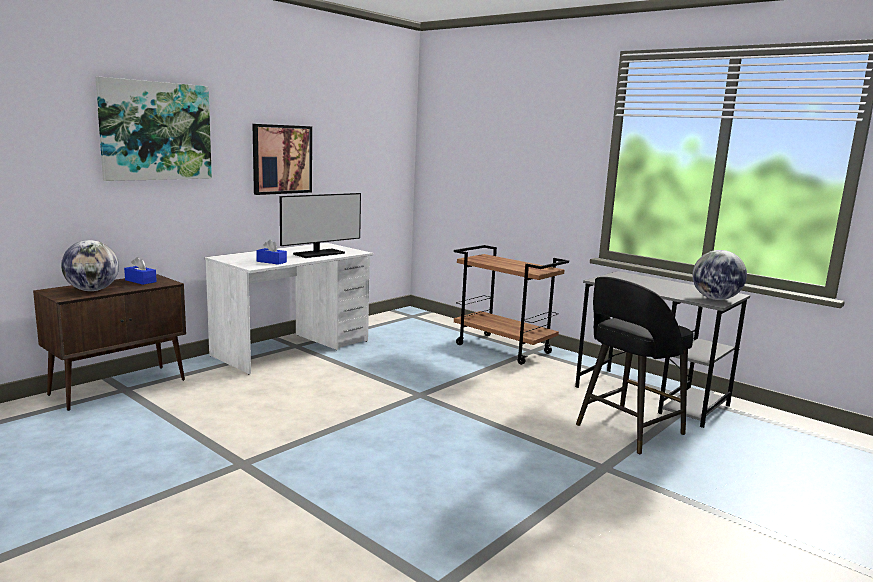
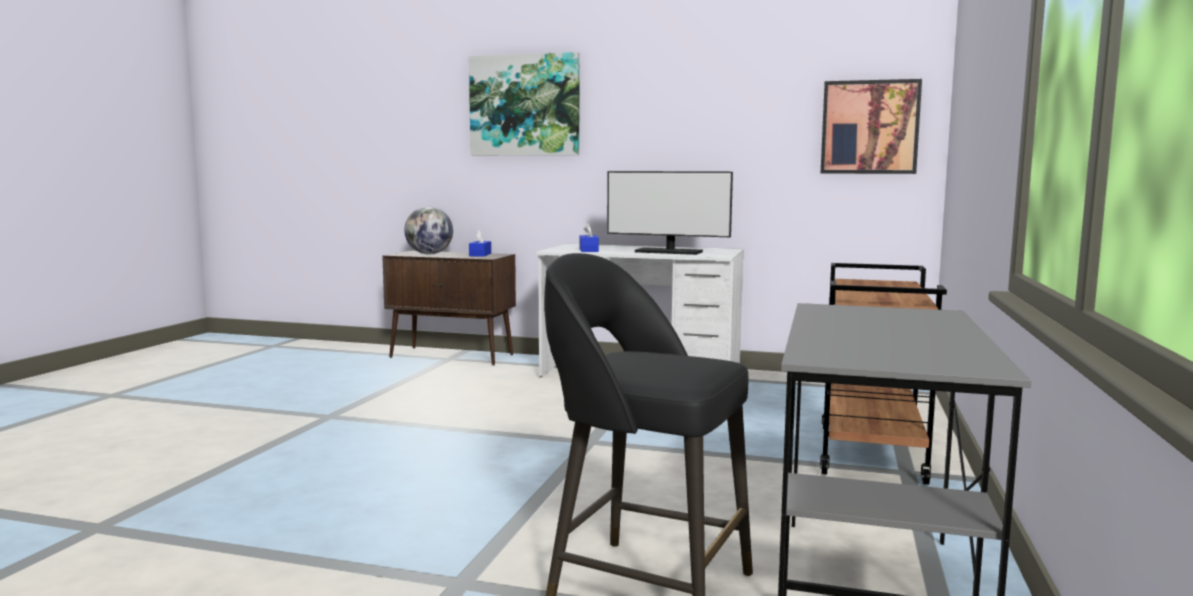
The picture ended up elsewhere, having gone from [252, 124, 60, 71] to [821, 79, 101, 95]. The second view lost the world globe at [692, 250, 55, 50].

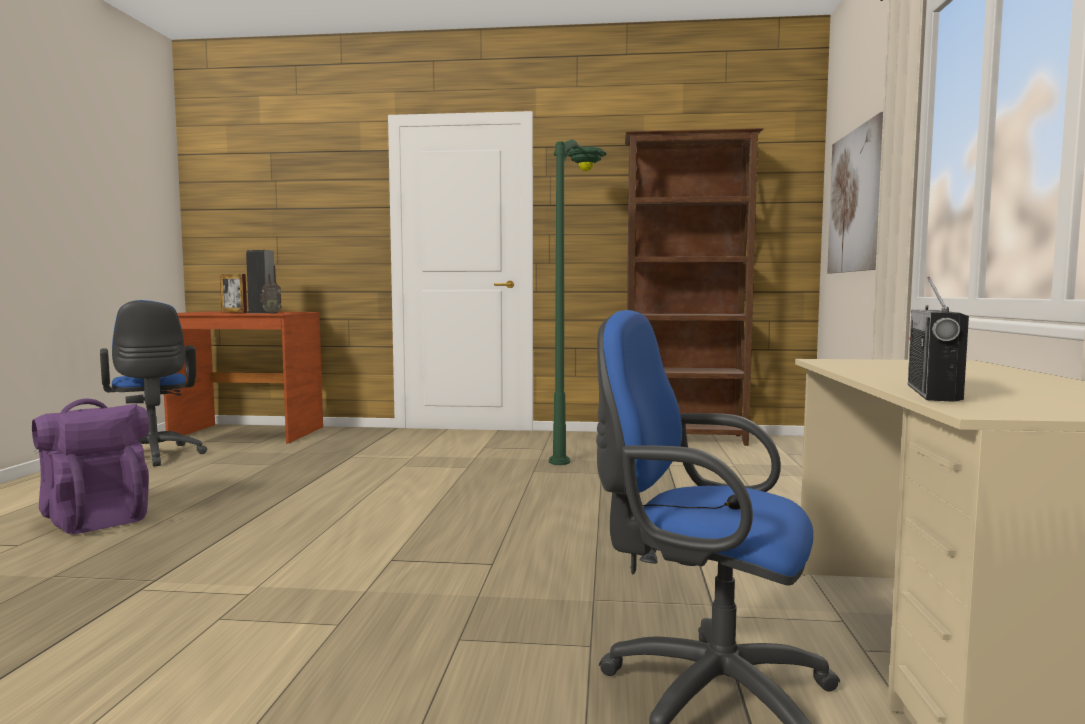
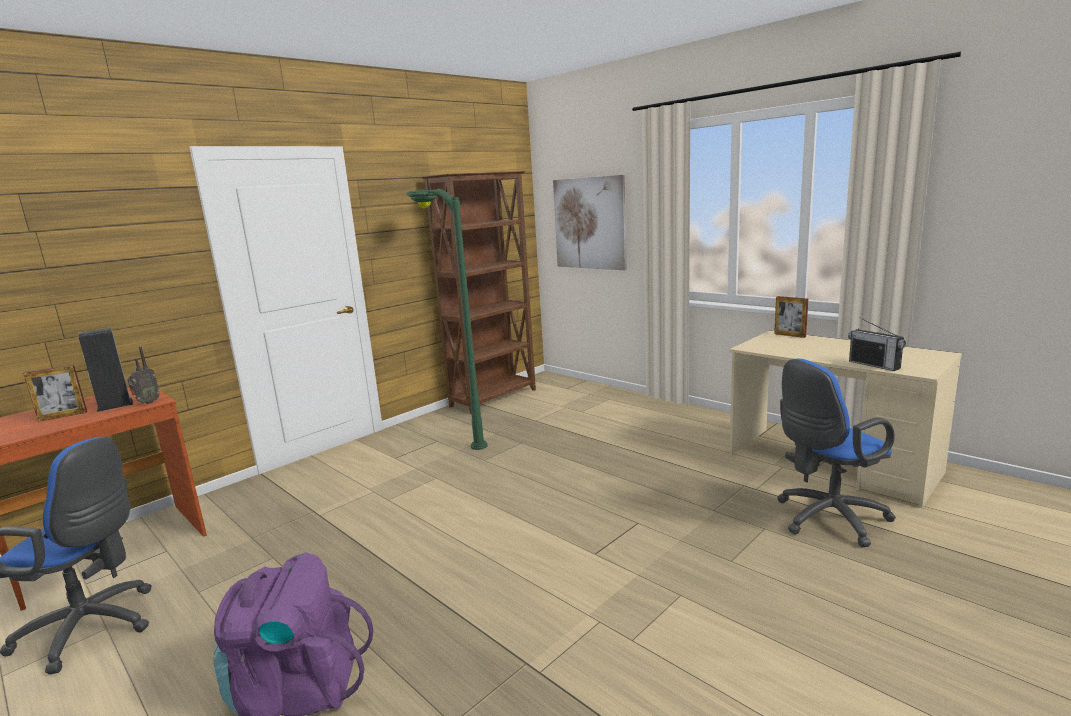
The second view gained the picture frame at [774, 296, 34, 42].

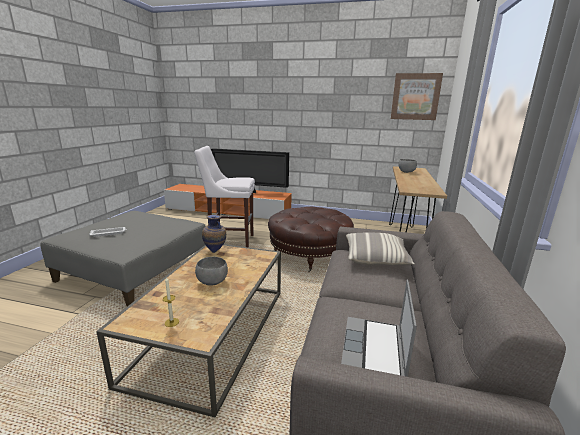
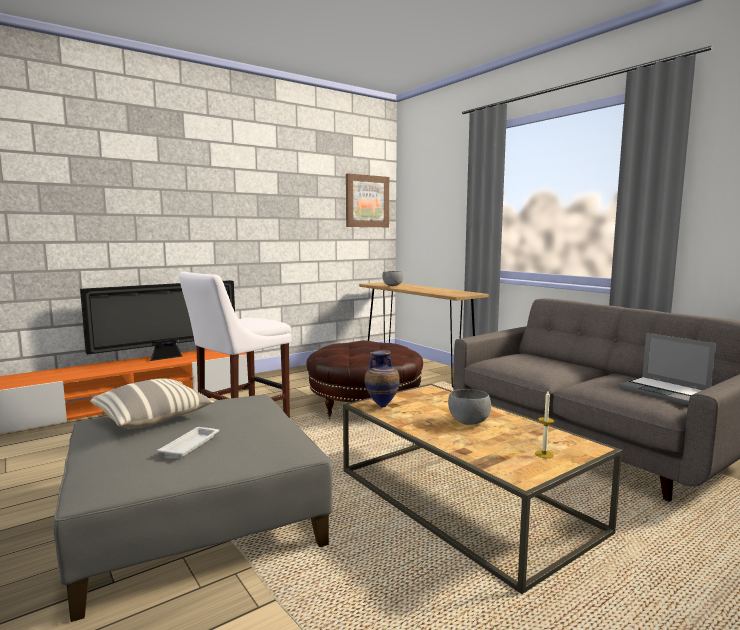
The cushion ended up elsewhere, having gone from [346, 232, 69, 33] to [90, 378, 124, 51].

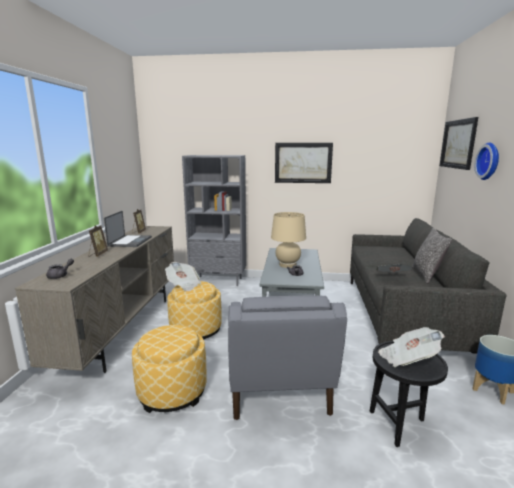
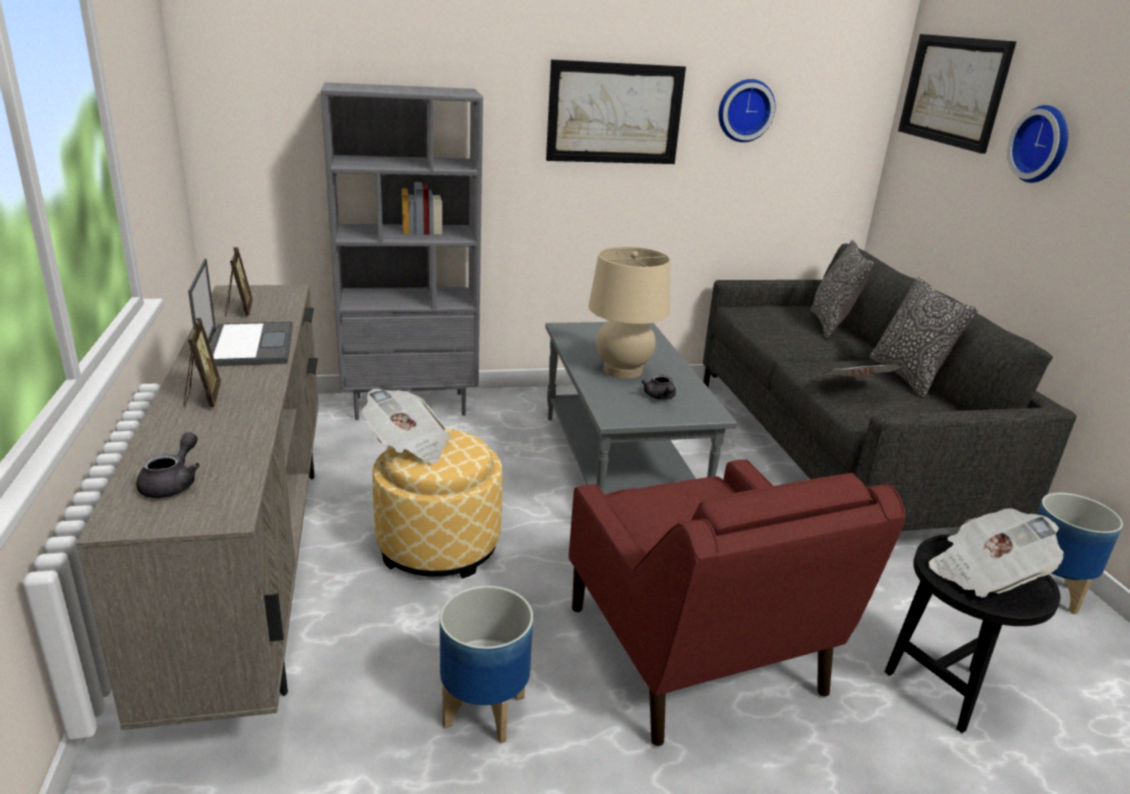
Where the ottoman stood at [132, 325, 74, 88], the flower pot came to stand at [440, 586, 93, 157]. What was the armchair (grey) at [228, 296, 119, 124] turned into the armchair (red) at [569, 459, 337, 287]. The second view gained the clock on the wall at [719, 79, 56, 63]. The second view gained the cushion at [810, 240, 64, 99].

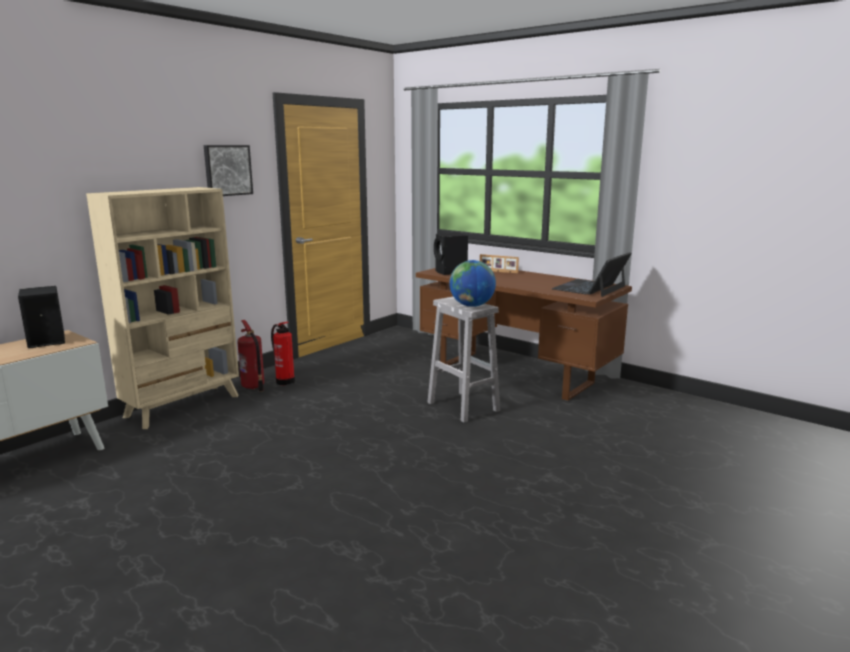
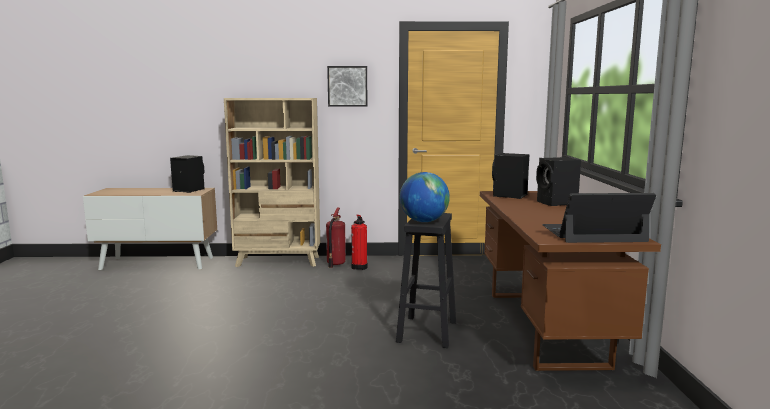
What was the stool (whitish) at [427, 297, 73, 126] turned into the stool (black) at [396, 213, 60, 135]. Where the picture frame stood at [480, 254, 39, 20], the speaker (black) came to stand at [536, 157, 45, 49].

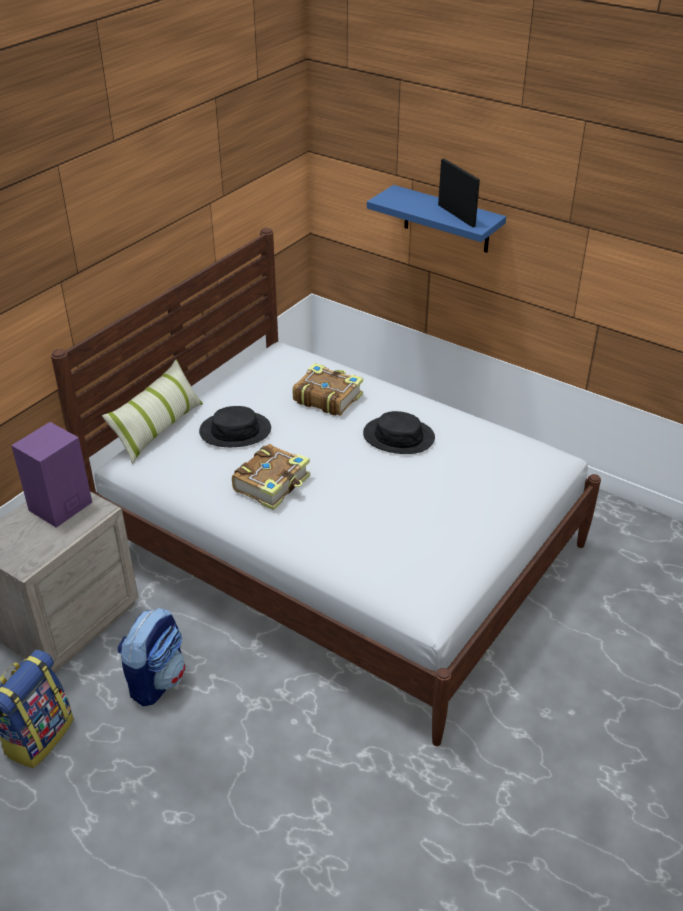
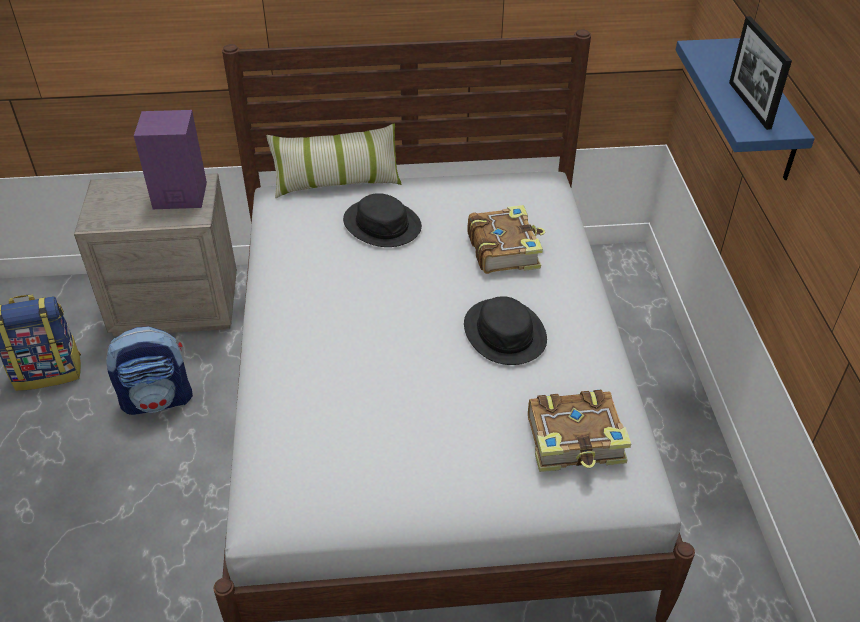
The volume ended up elsewhere, having gone from [232, 444, 78, 66] to [528, 390, 103, 82]. The picture frame at [438, 159, 42, 68] ended up facing another way, 150 degrees clockwise from before.

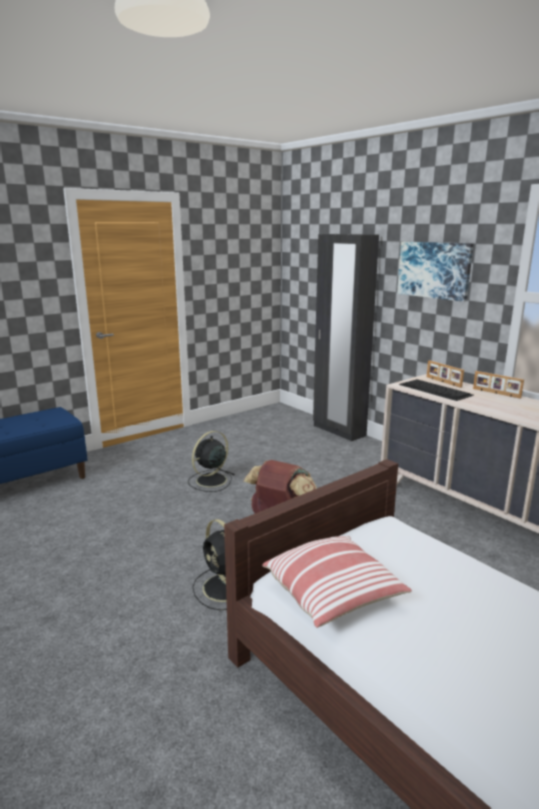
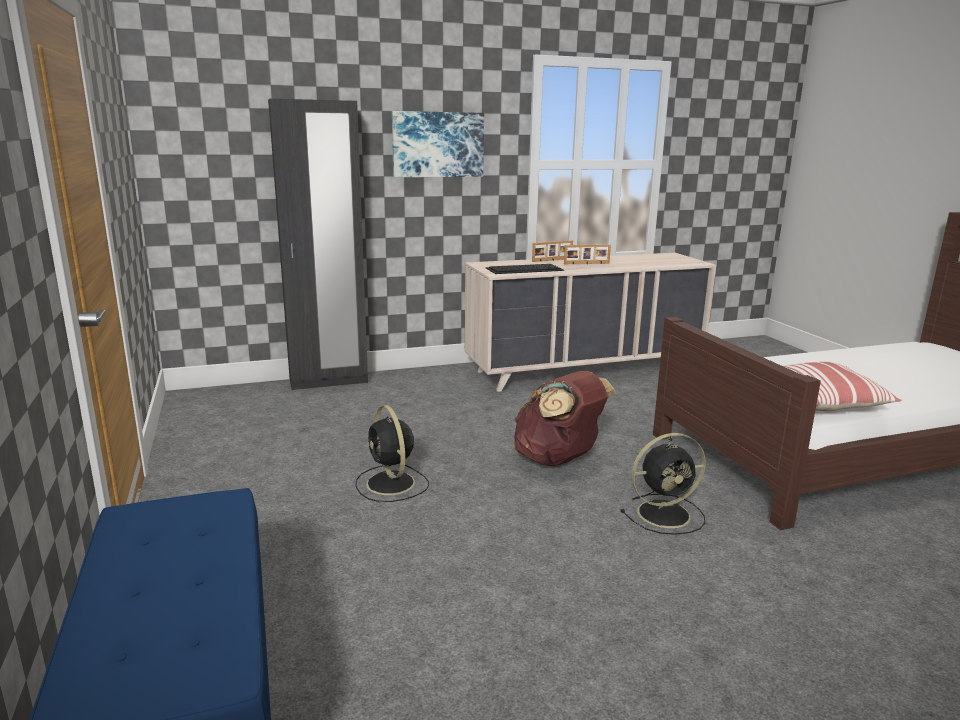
The picture frame ended up elsewhere, having gone from [427, 360, 37, 28] to [564, 244, 47, 20].

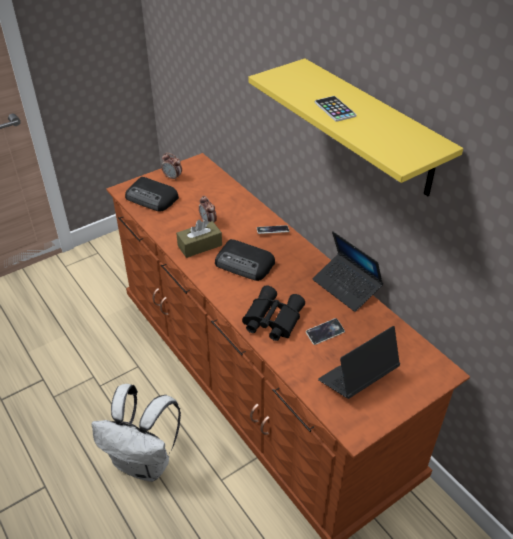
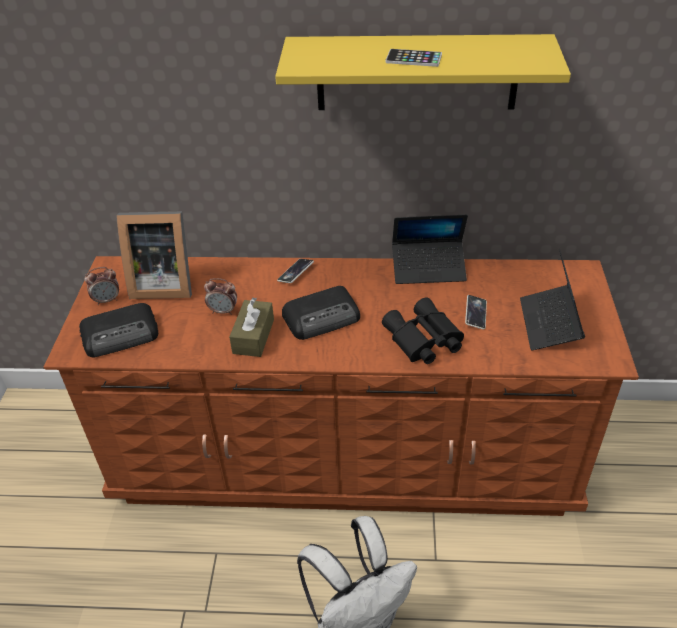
The second view gained the picture frame at [116, 211, 76, 88].

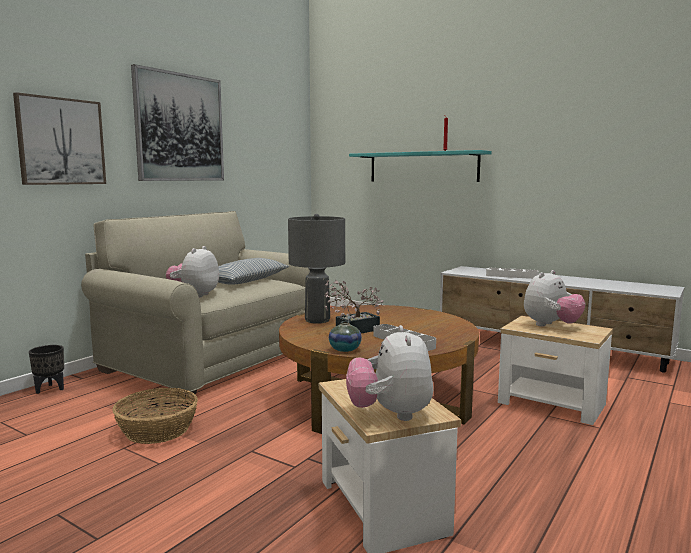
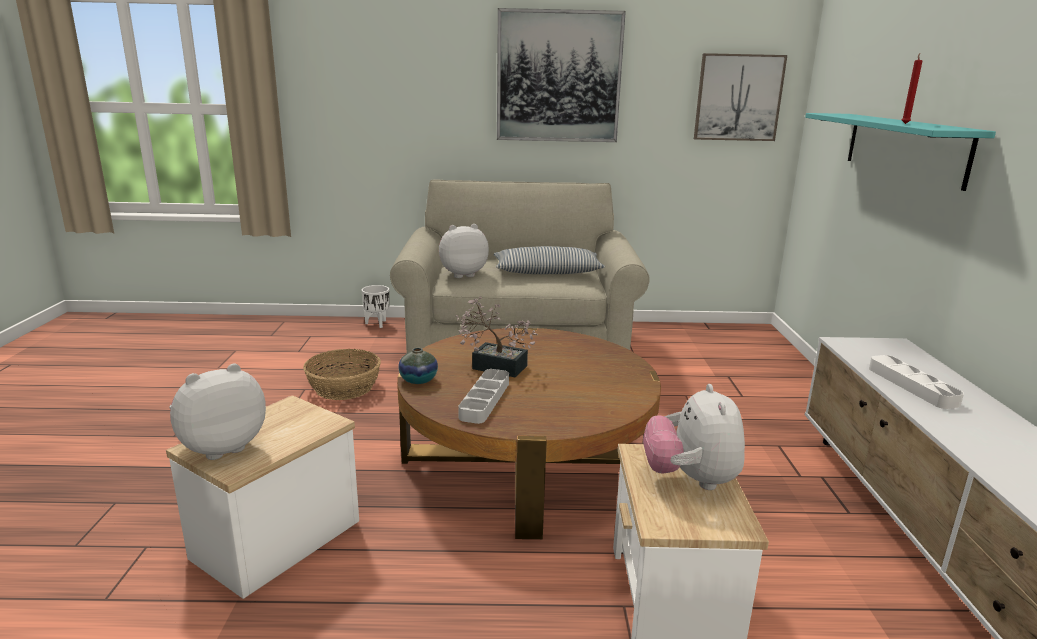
The picture ended up elsewhere, having gone from [13, 92, 93, 93] to [694, 53, 93, 88]. What was the flower pot (black) at [29, 345, 35, 49] turned into the flower pot (whitish) at [362, 285, 27, 43]. The second view lost the tabletop lamp (grey) at [288, 214, 57, 110]. The plush toy at [524, 270, 61, 56] ended up facing another way, 75 degrees clockwise from before.

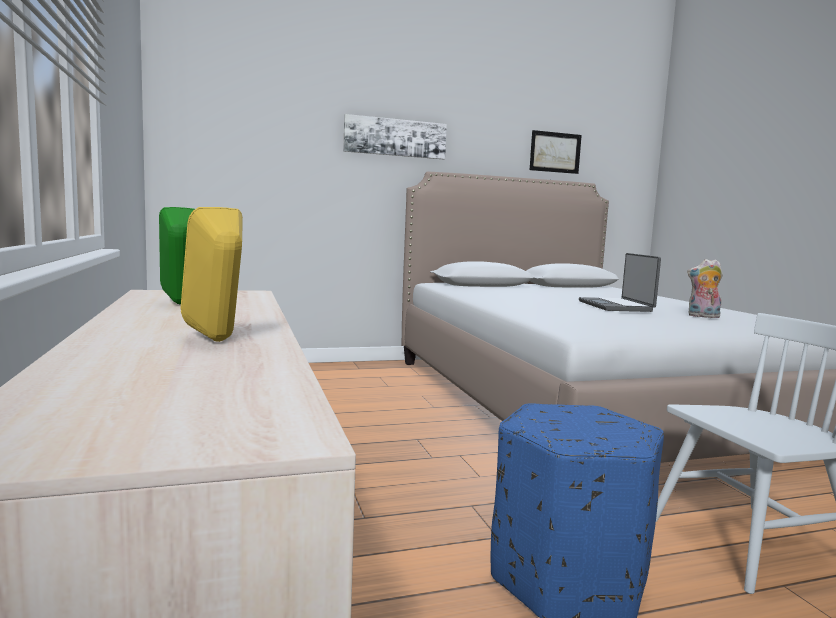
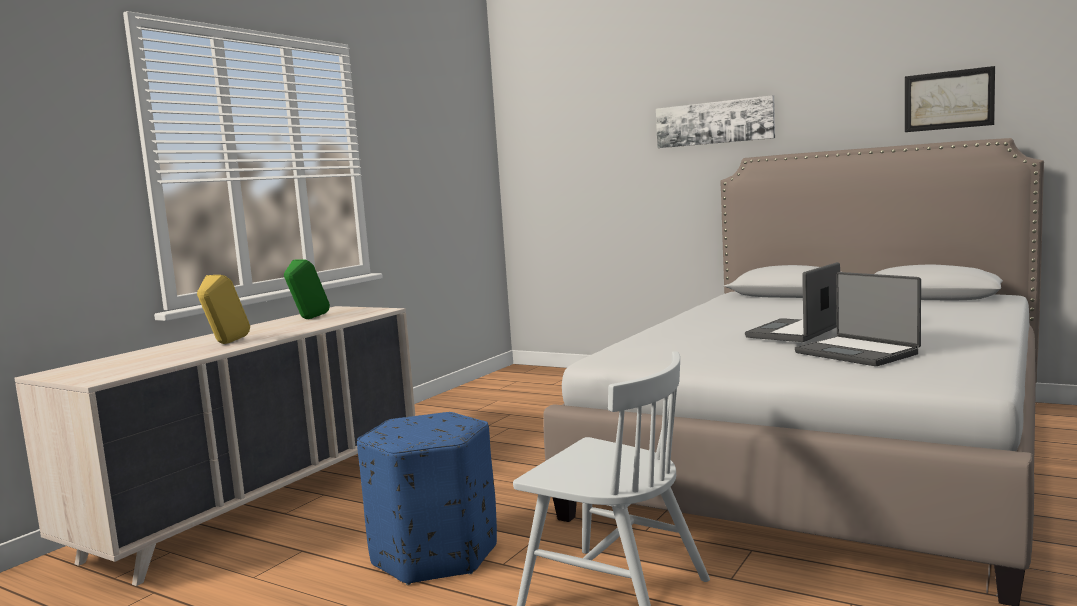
Where the plush toy stood at [687, 259, 36, 59], the laptop came to stand at [795, 272, 126, 94].

